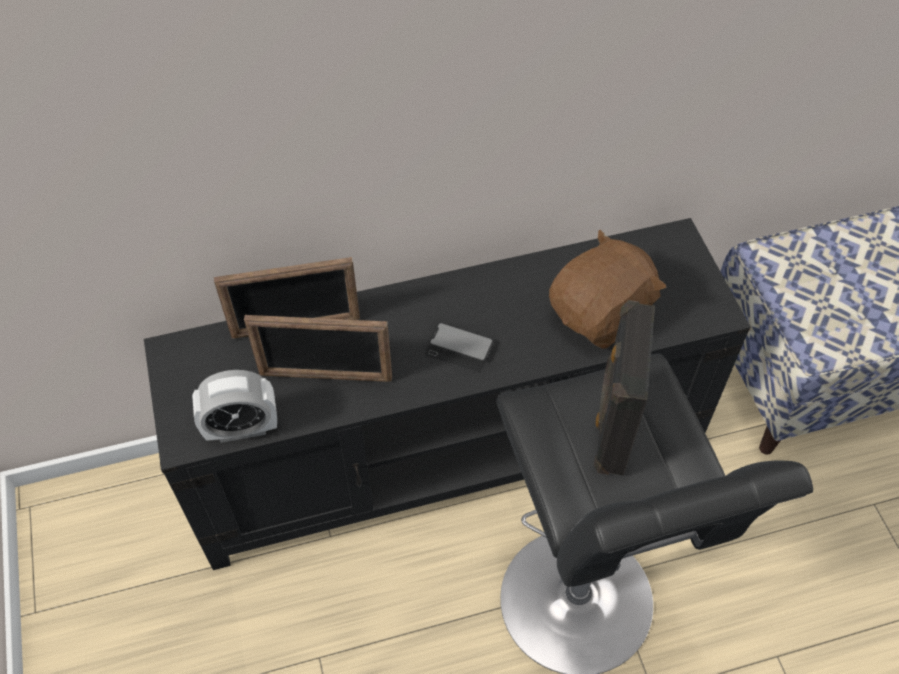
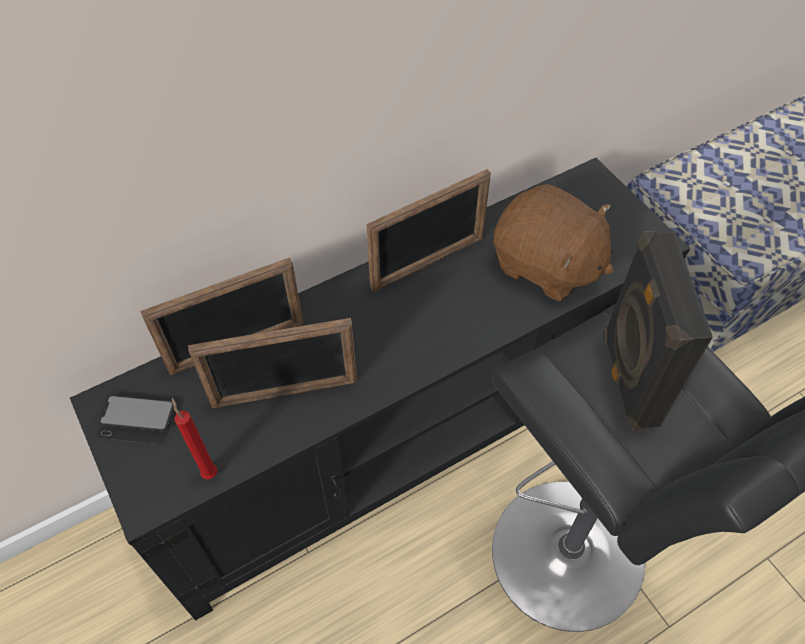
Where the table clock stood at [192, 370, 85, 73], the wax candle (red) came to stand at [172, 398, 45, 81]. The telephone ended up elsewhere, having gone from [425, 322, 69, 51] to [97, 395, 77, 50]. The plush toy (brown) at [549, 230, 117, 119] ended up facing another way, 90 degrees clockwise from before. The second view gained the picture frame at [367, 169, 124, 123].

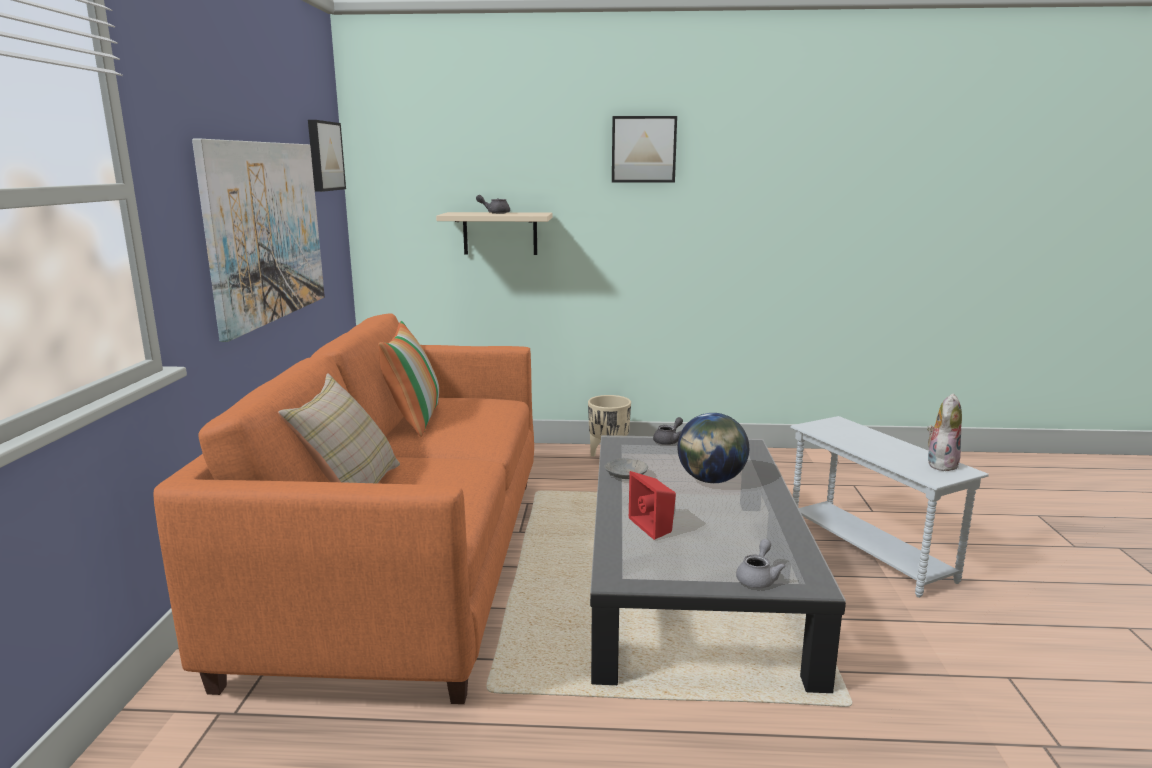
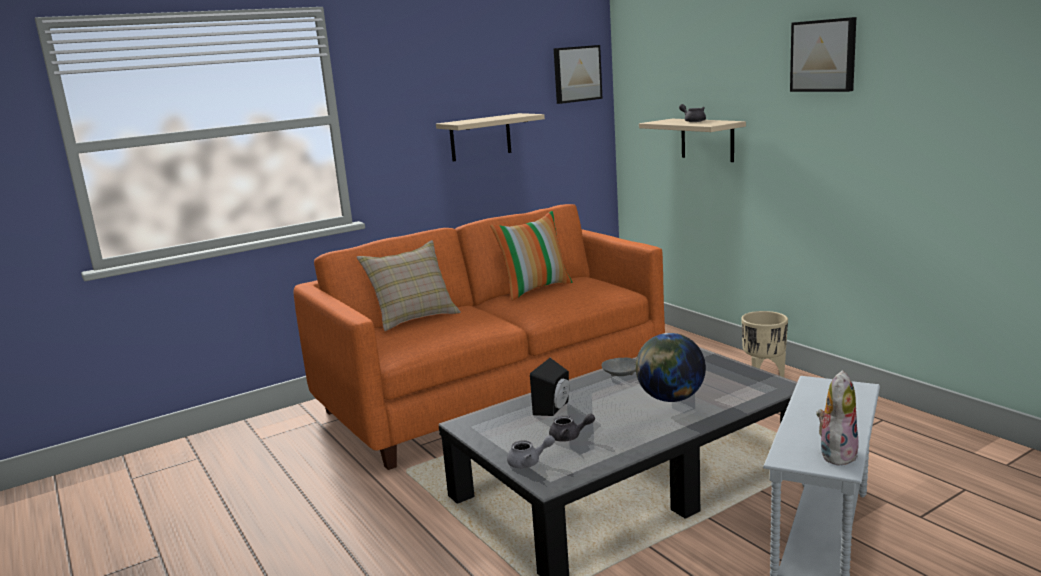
Where the picture hung at [192, 139, 133, 203], the bracket shelf (beige-coloured) came to hang at [436, 113, 109, 49]. What was the speaker (red) at [629, 471, 47, 69] turned into the speaker (black) at [530, 358, 40, 58]. The pot for tea (grey) ended up elsewhere, having gone from [653, 417, 30, 28] to [549, 413, 46, 29]. The plush toy at [927, 393, 35, 78] ended up facing another way, 60 degrees counterclockwise from before.

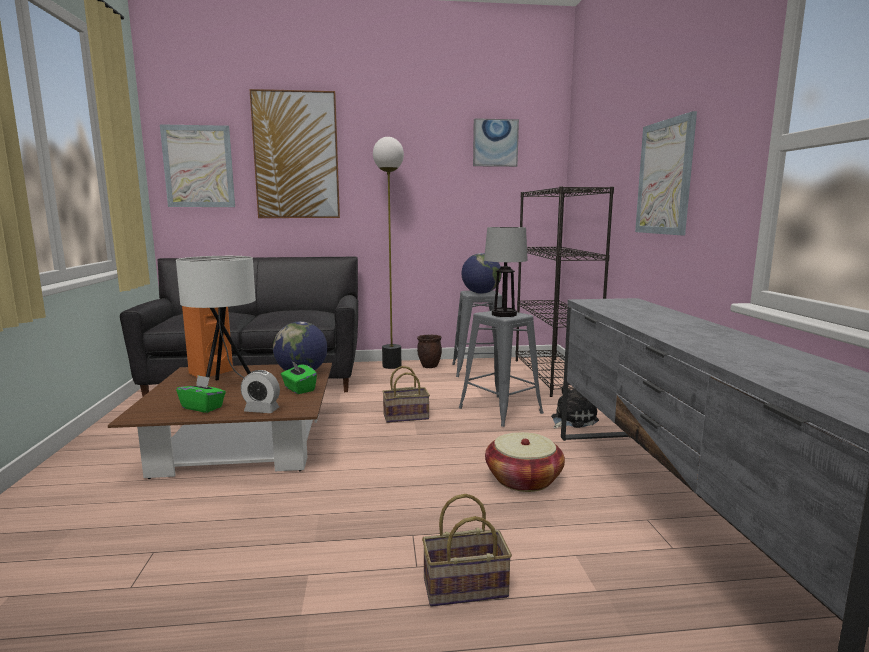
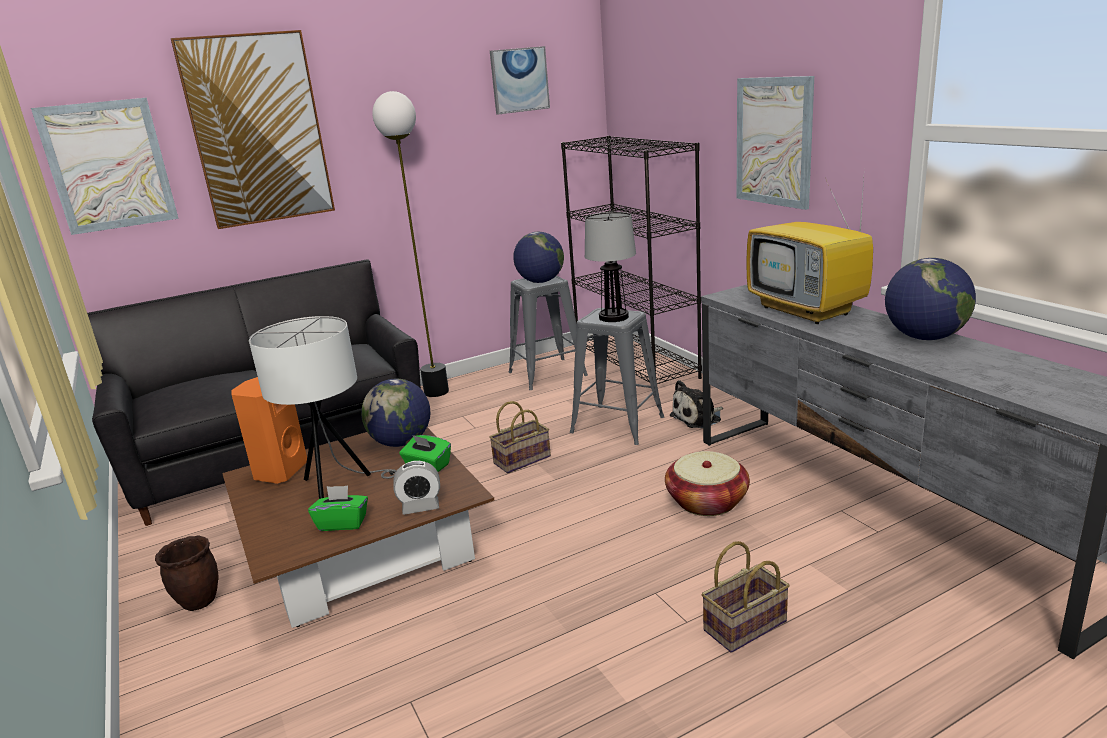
The flower pot (brown) ended up elsewhere, having gone from [417, 334, 25, 34] to [155, 535, 64, 76]. The plush toy at [551, 386, 48, 43] ended up facing another way, 150 degrees counterclockwise from before. The second view gained the TV at [746, 166, 127, 158]. The second view gained the world globe at [885, 258, 91, 82].

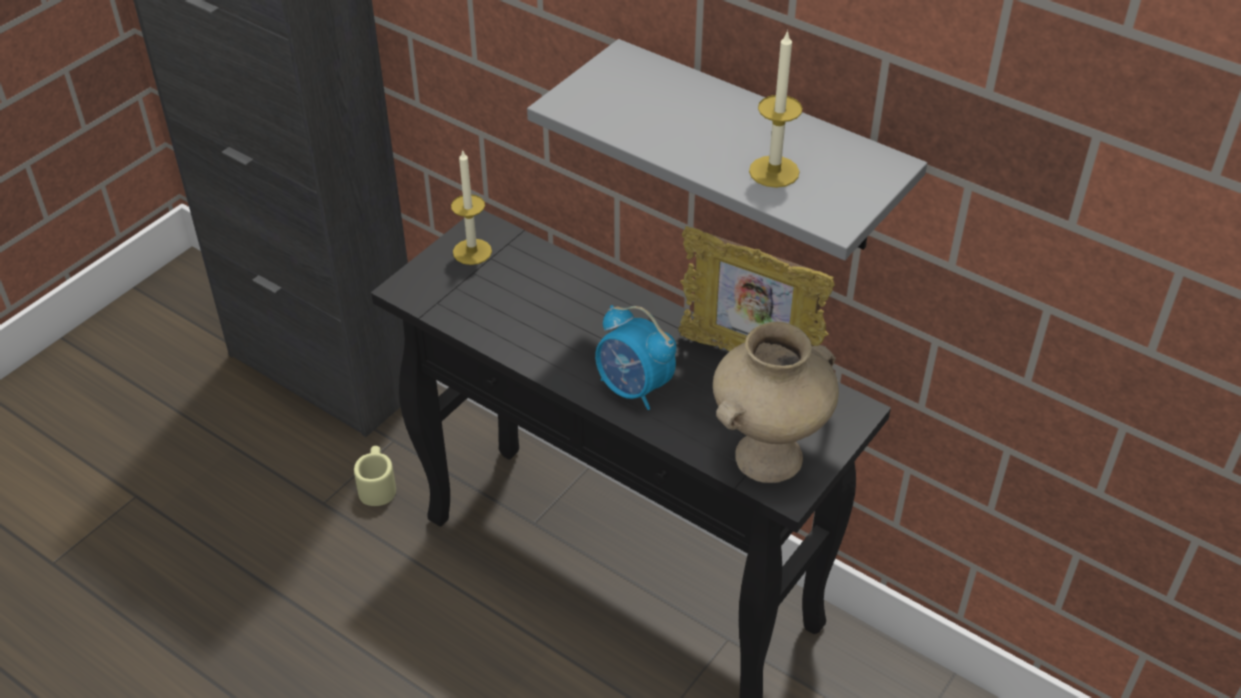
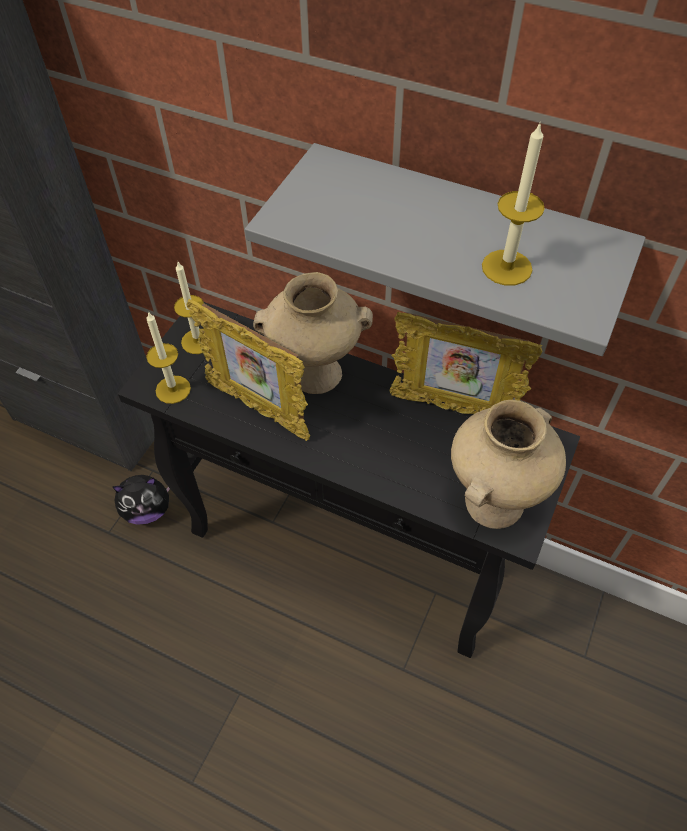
Where the tea mug (beige-coloured) stood at [354, 446, 42, 60], the plush toy came to stand at [113, 475, 57, 50]. The second view lost the table clock at [595, 305, 82, 105]. The second view gained the wax candle at [146, 311, 45, 93]. The second view gained the picture frame at [187, 299, 123, 142]. The second view gained the flower vase (beige-coloured) at [253, 272, 120, 122].

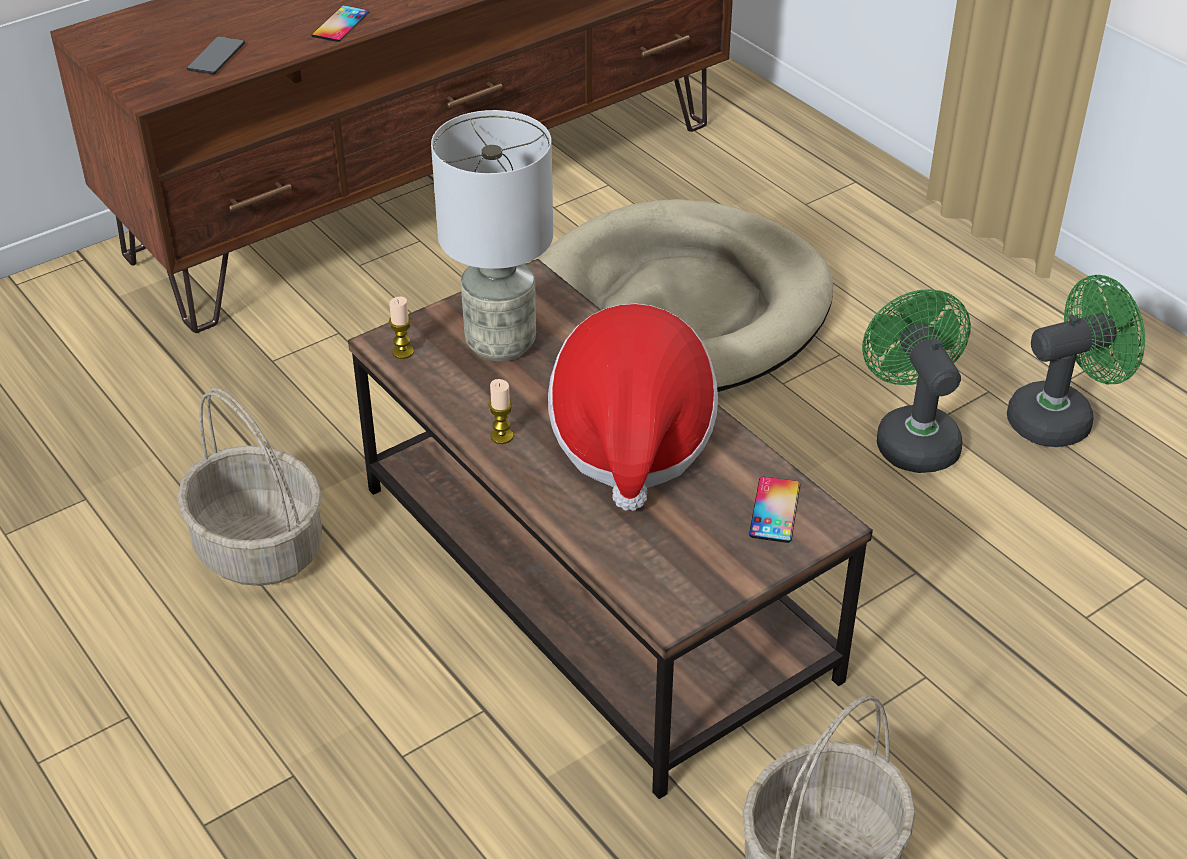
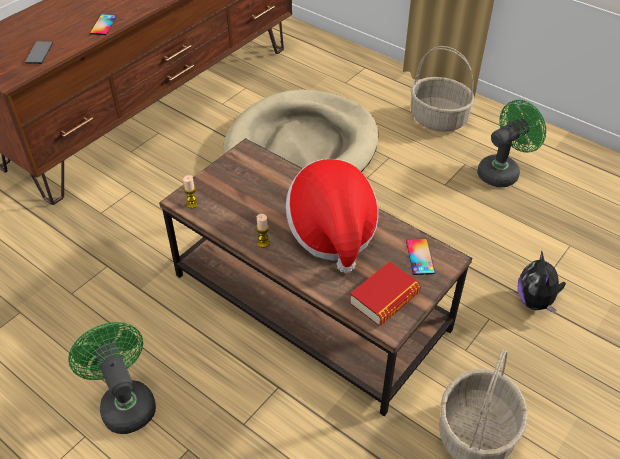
The household basket ended up elsewhere, having gone from [177, 388, 145, 198] to [410, 46, 65, 86]. The second view lost the tabletop lamp (grey) at [431, 110, 122, 252]. The cooling fan (green) ended up elsewhere, having gone from [862, 289, 109, 184] to [68, 322, 88, 112]. The second view gained the volume at [349, 261, 72, 65]. The second view gained the plush toy at [518, 250, 48, 64].

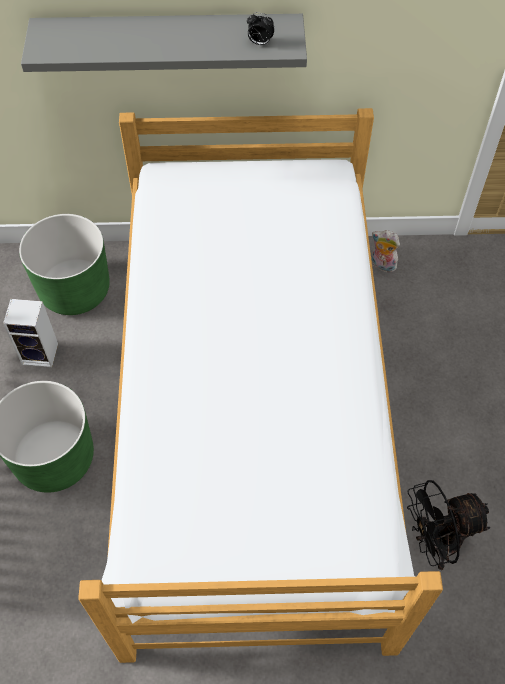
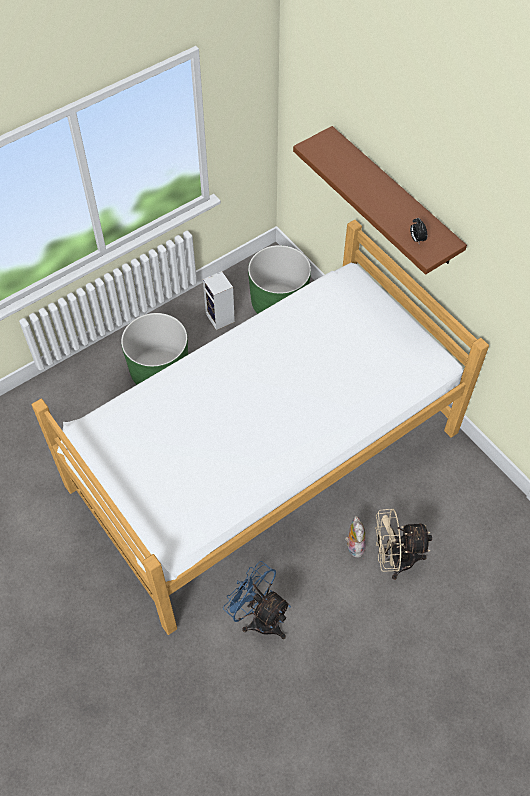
What was the bracket shelf (grey) at [21, 14, 286, 58] turned into the bracket shelf (brown) at [293, 126, 174, 149]. The plush toy ended up elsewhere, having gone from [372, 230, 28, 43] to [345, 516, 21, 42]. What was the cooling fan (black) at [407, 480, 84, 90] turned into the cooling fan (blue-coloured) at [223, 561, 68, 78]. The second view gained the cooling fan (beige-coloured) at [375, 509, 57, 71].

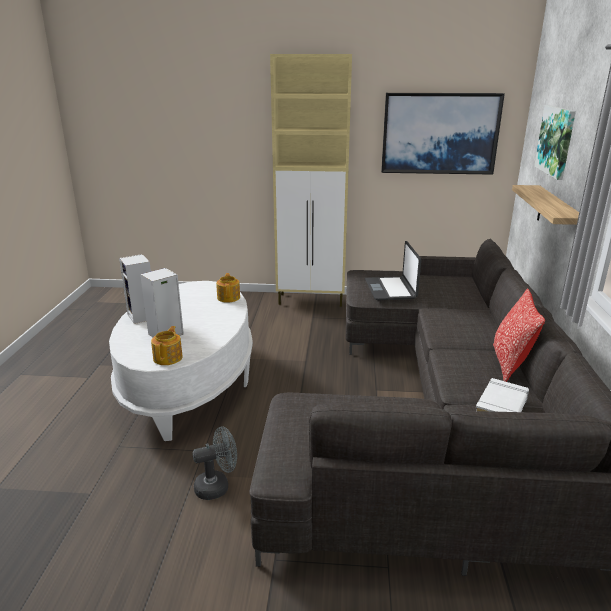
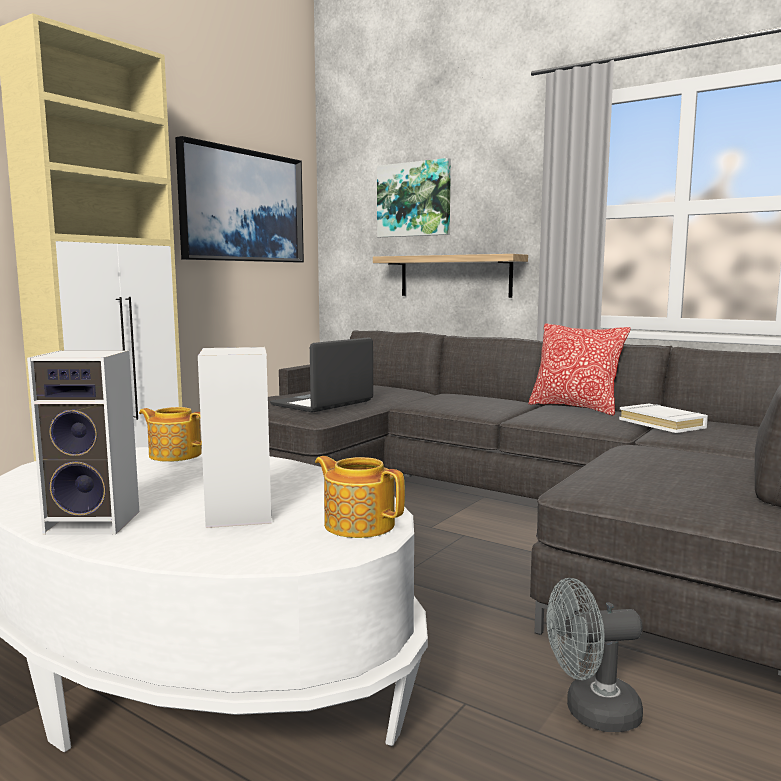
The cooling fan (grey) at [192, 426, 45, 74] ended up facing another way, 105 degrees counterclockwise from before. The laptop at [365, 241, 56, 59] ended up facing another way, 105 degrees clockwise from before.

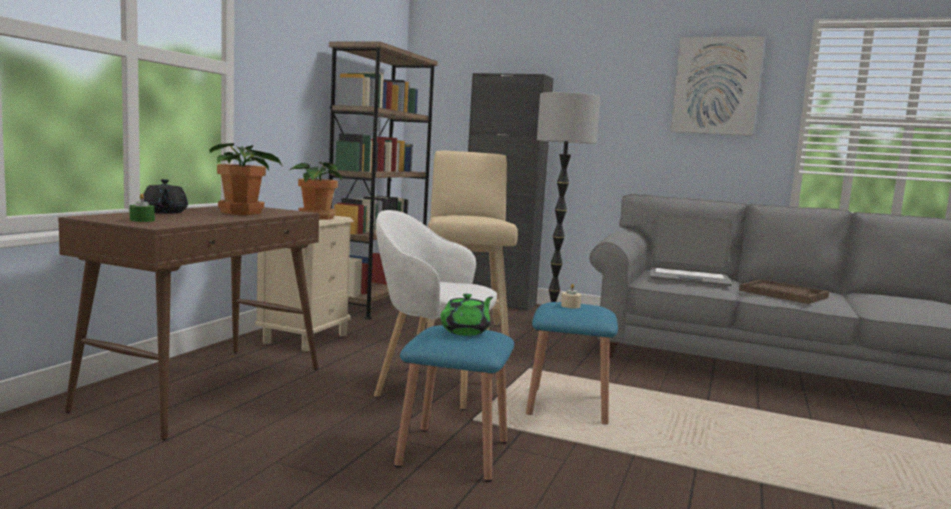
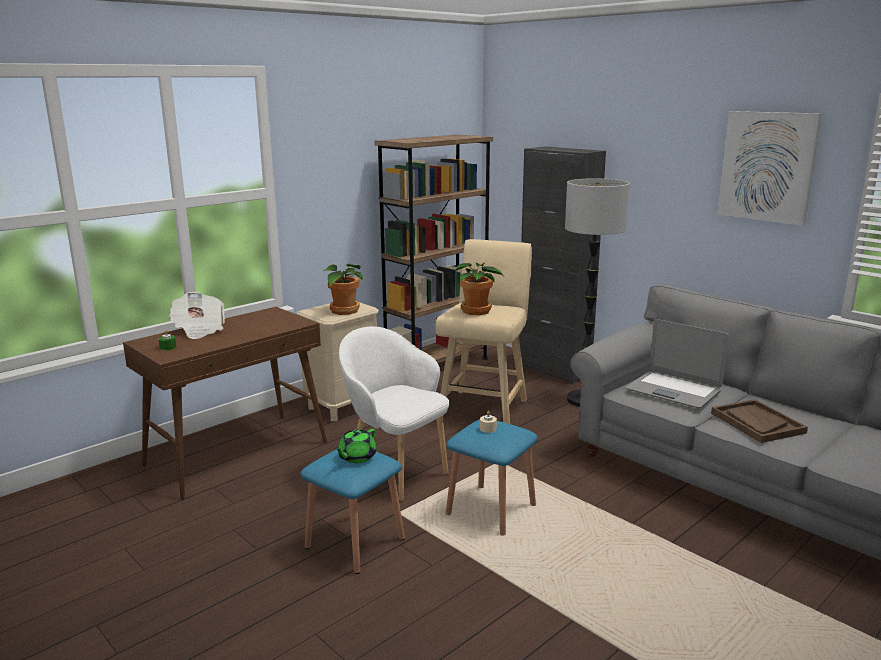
Where the pot for tea (black) stood at [143, 179, 45, 35], the newspaper came to stand at [169, 292, 56, 47]. The potted plant ended up elsewhere, having gone from [210, 143, 72, 72] to [455, 262, 48, 53]. The pot for tea (green) at [441, 294, 52, 42] ended up facing another way, 150 degrees clockwise from before.

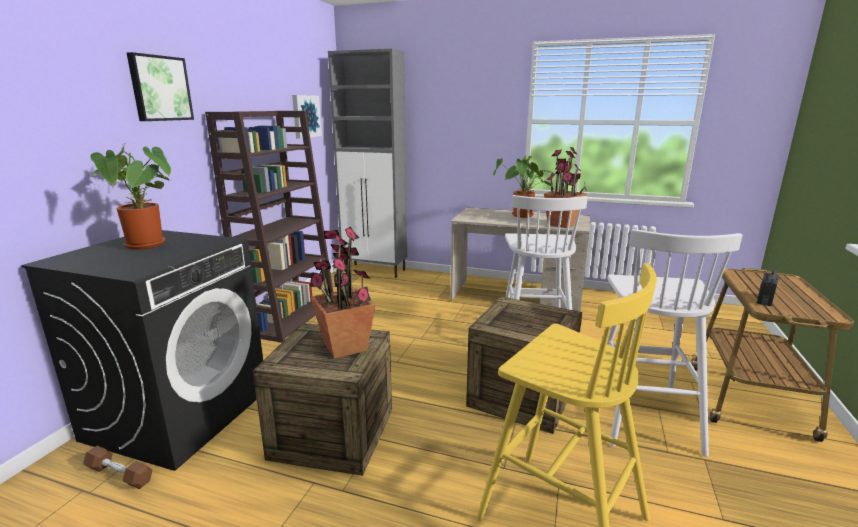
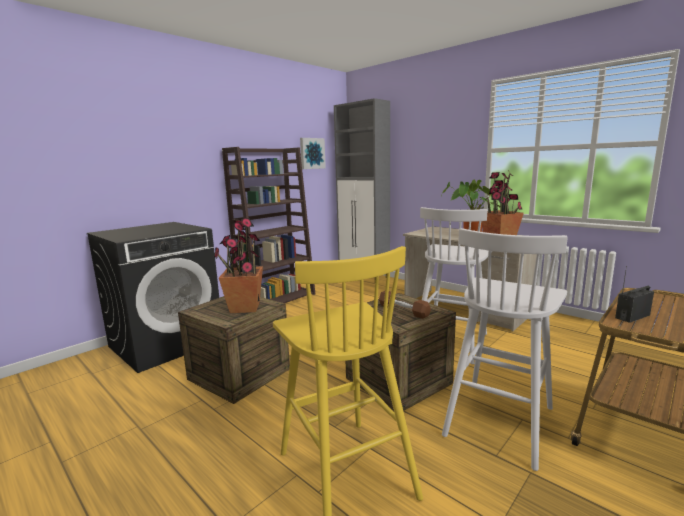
The hand weight (brown) ended up elsewhere, having gone from [83, 446, 69, 43] to [379, 291, 52, 28]. The second view lost the potted plant at [90, 144, 81, 106]. The second view lost the picture at [127, 52, 67, 69].

